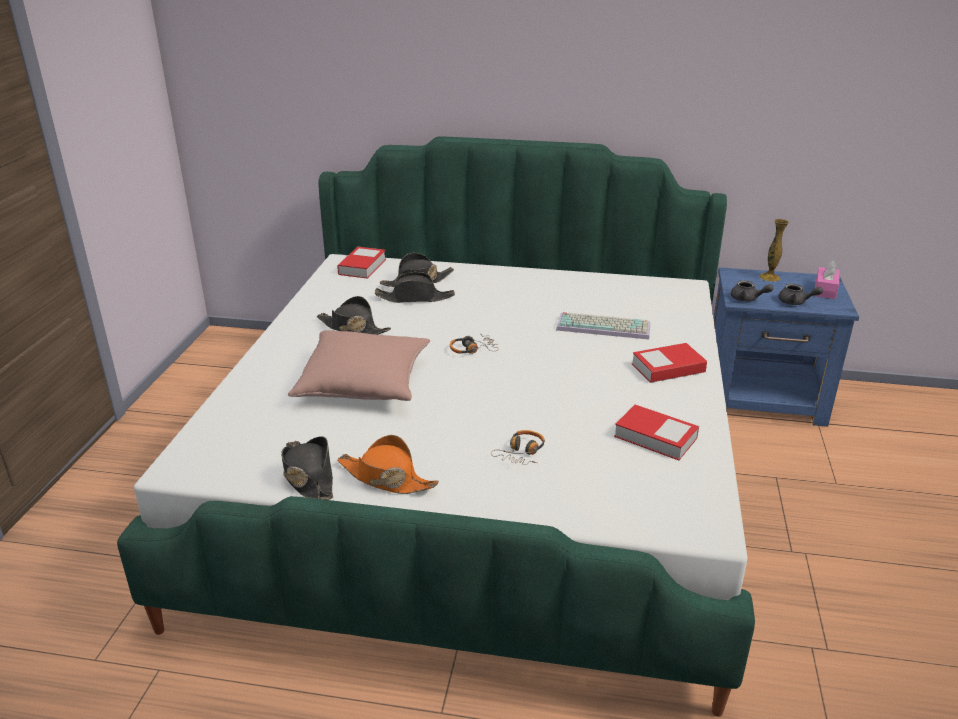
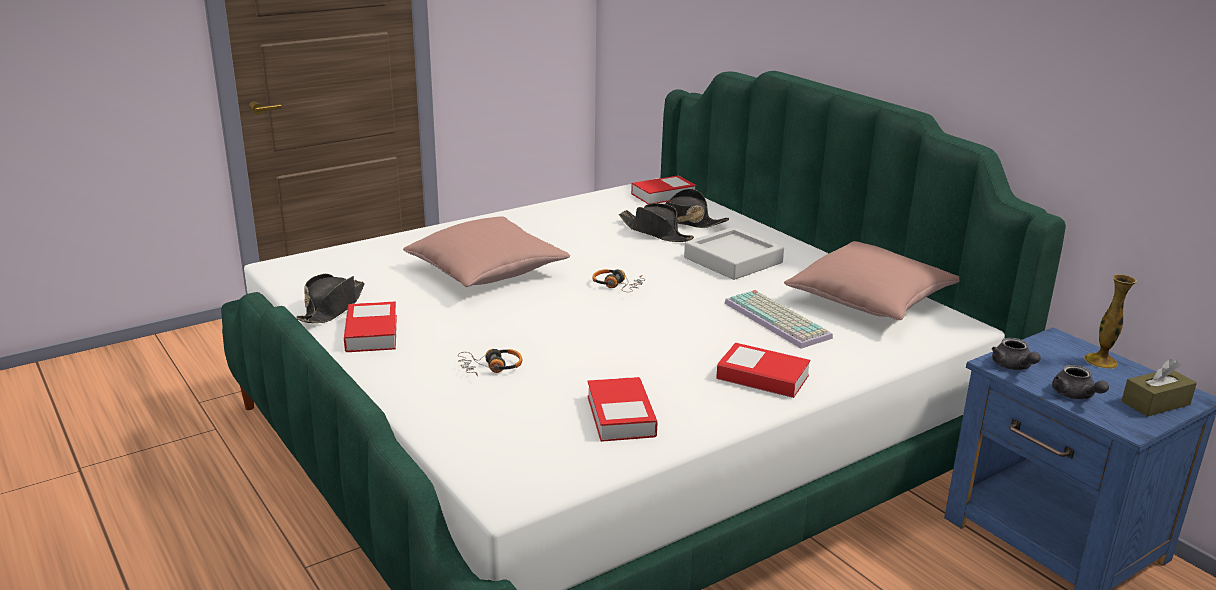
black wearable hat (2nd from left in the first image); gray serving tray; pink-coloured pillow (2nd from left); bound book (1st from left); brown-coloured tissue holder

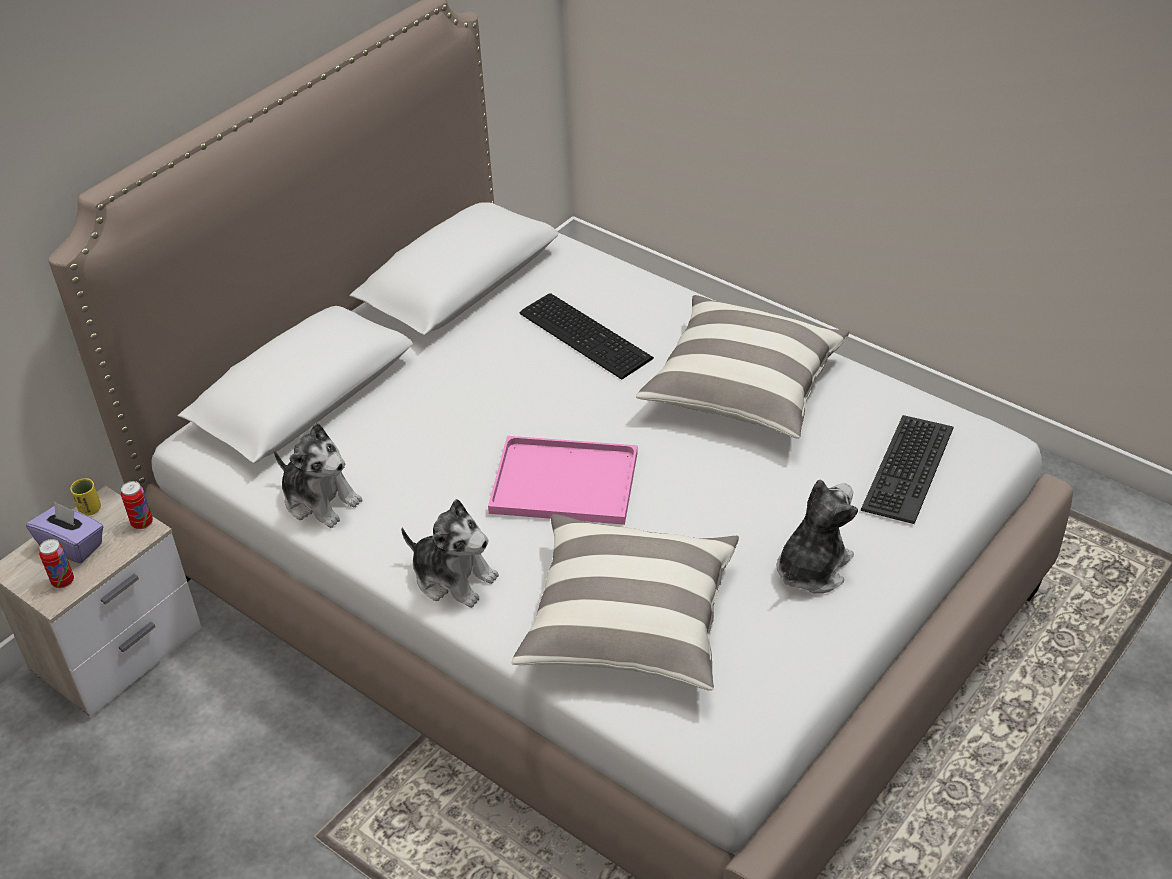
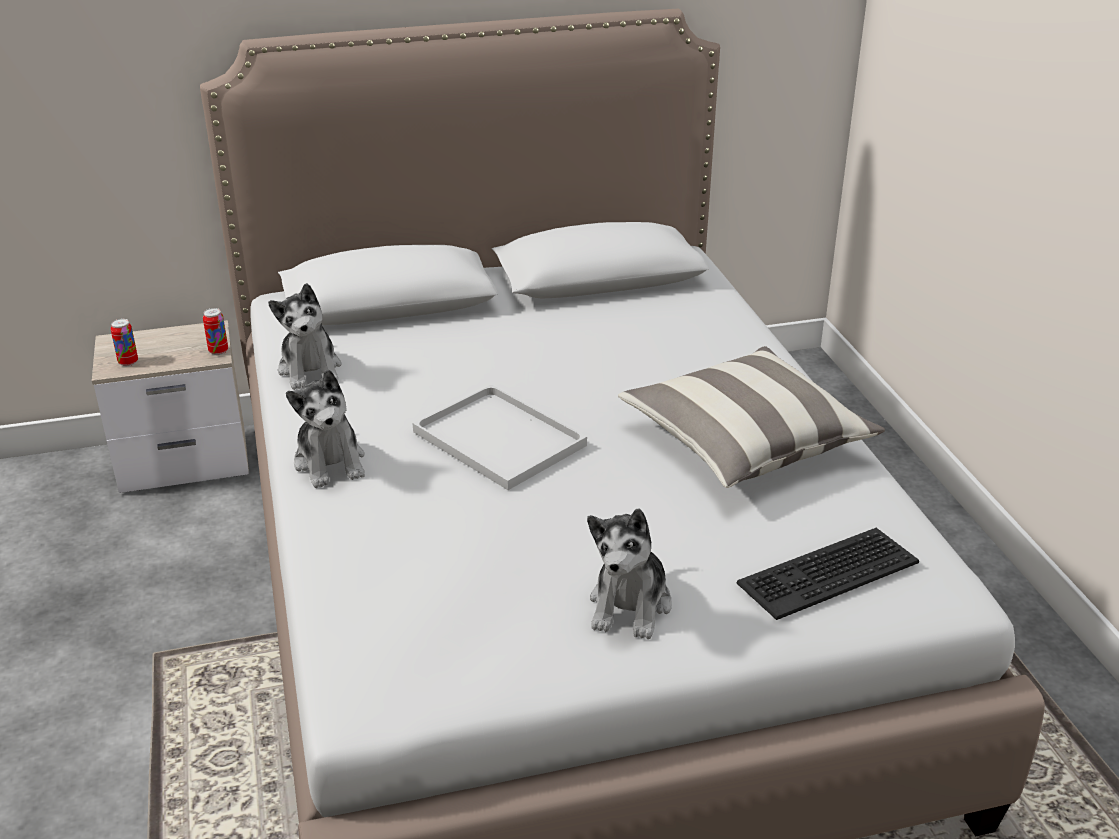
purple tissue holder; yellow-coloured small cup; pillow (1st from left in the first image); PC keyboard (1st from left in the first image); white-coloured serving tray; cuddly toy (3rd from left)

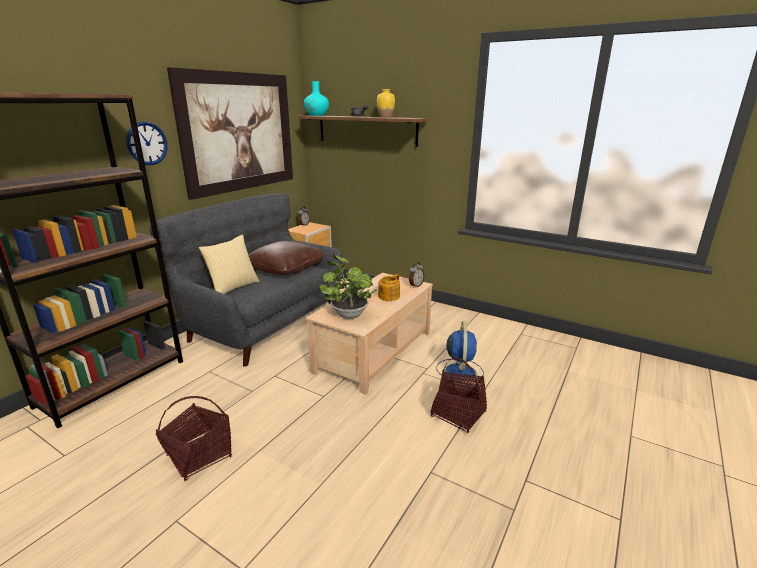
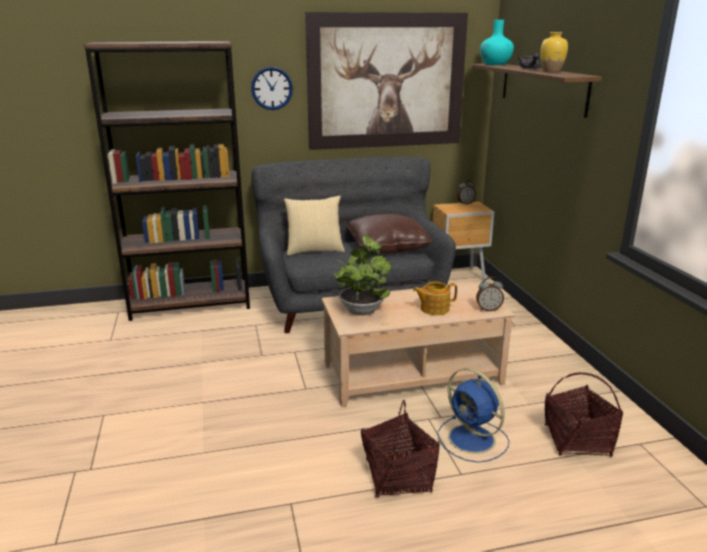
household basket (2nd from left); blue-coloured fan

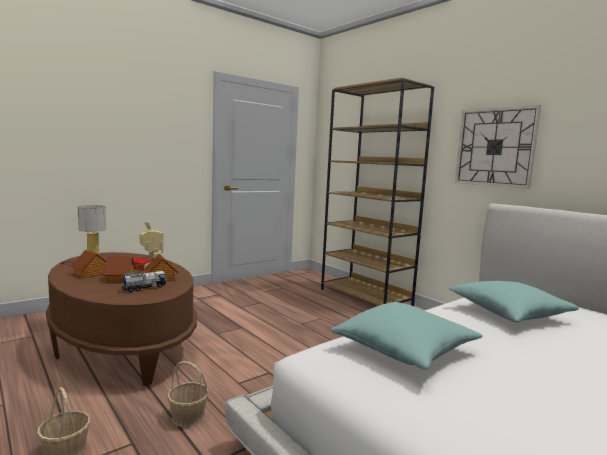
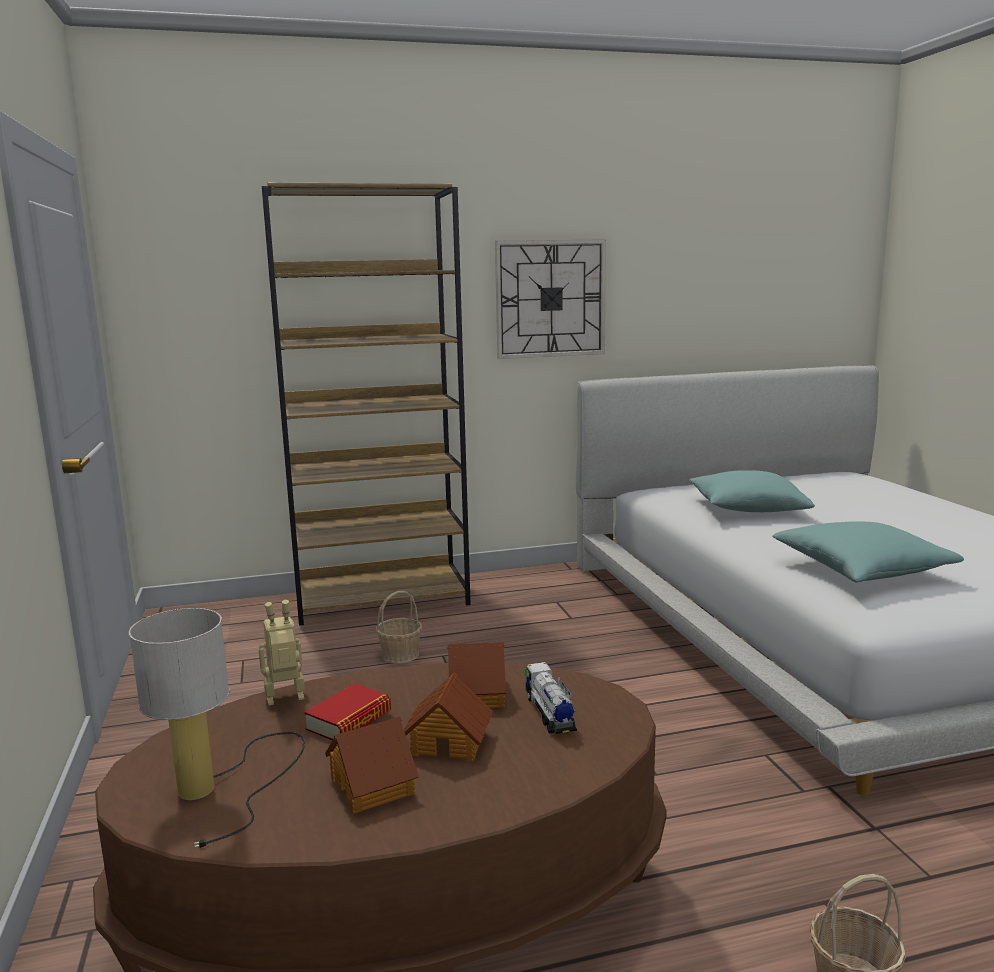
household basket (1st from left)

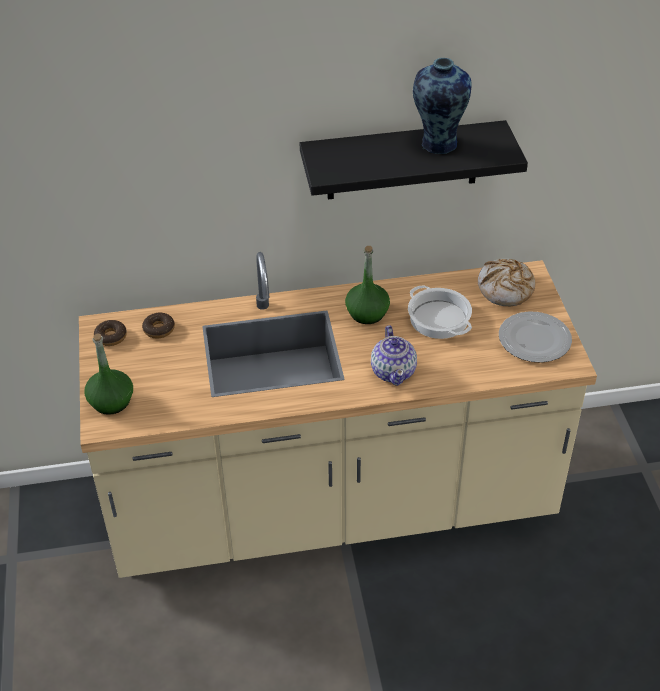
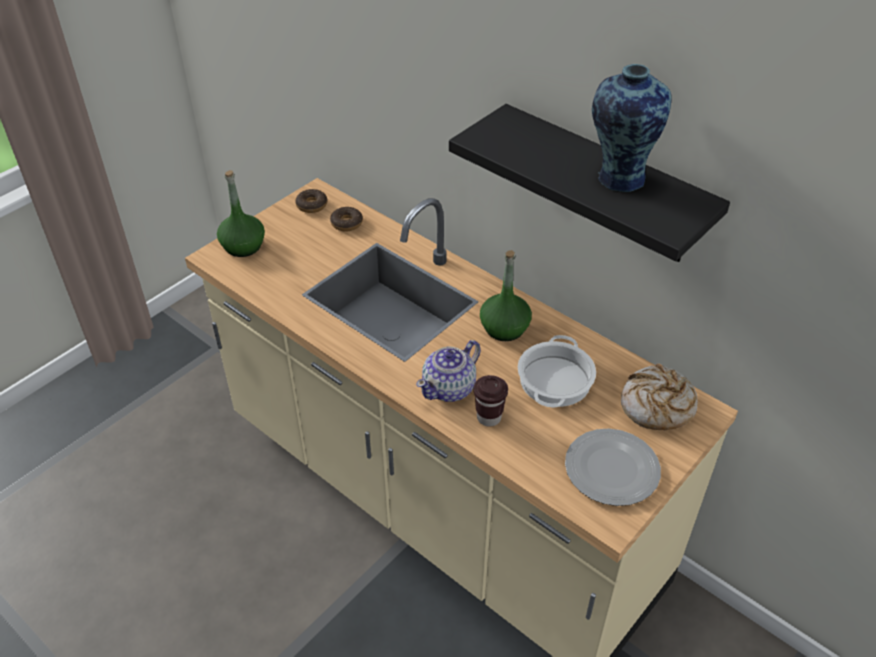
brown-coloured small cup

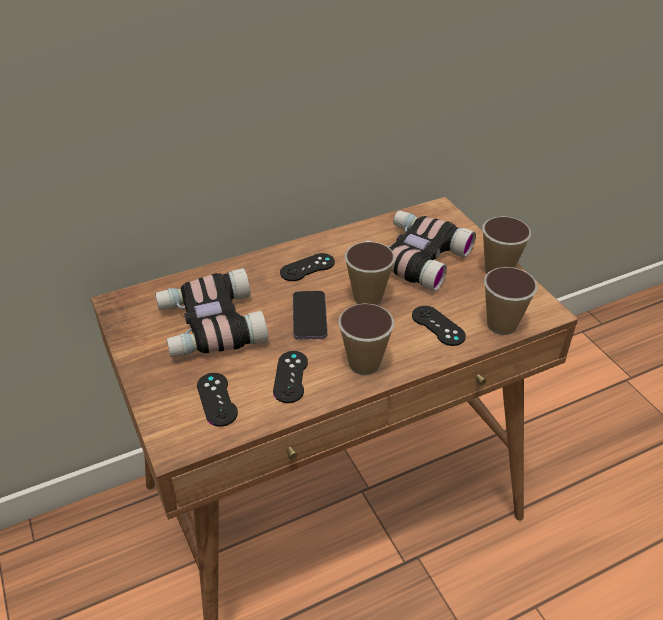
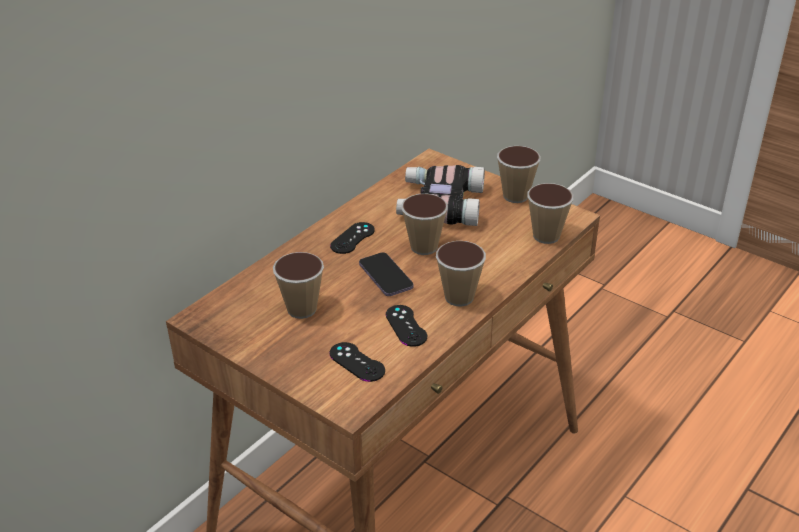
black joypad (4th from left in the first image); small cup (1st from left)

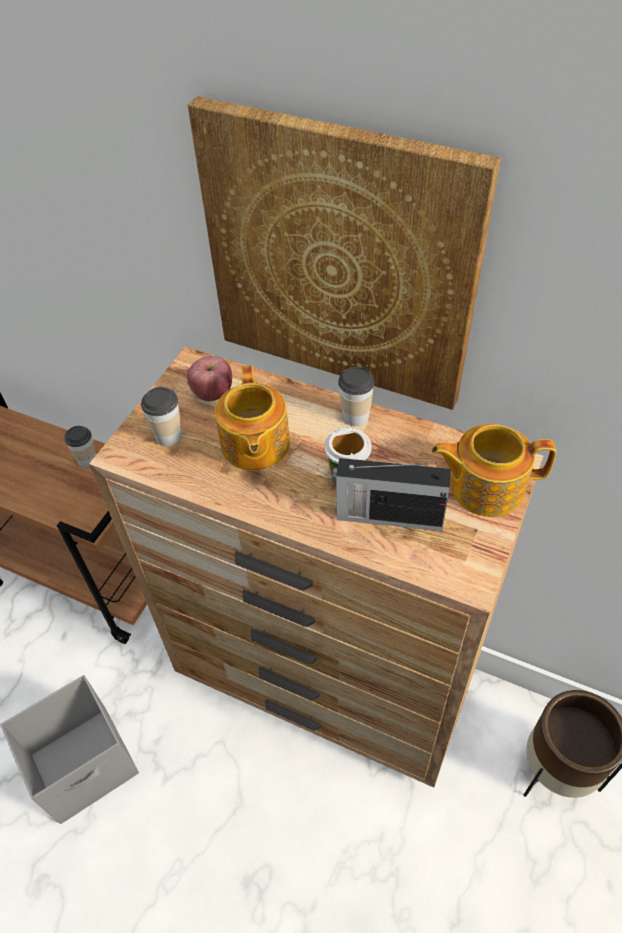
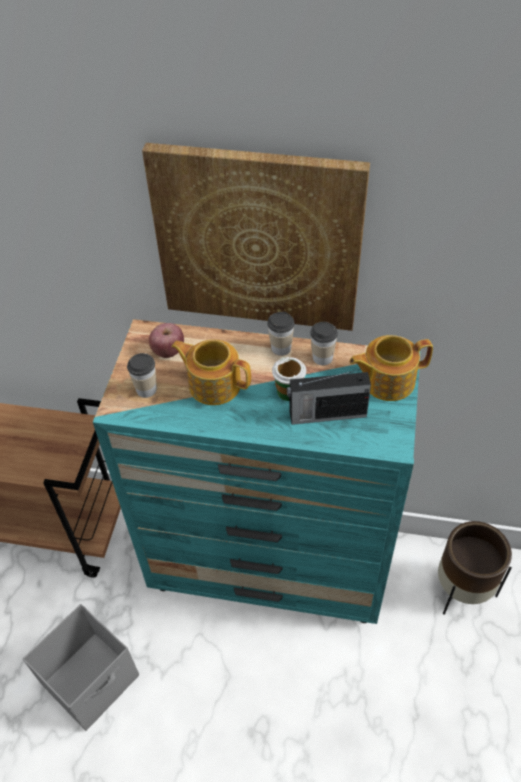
small cup (4th from left); turquoise drawer chest; teapot (1st from left)

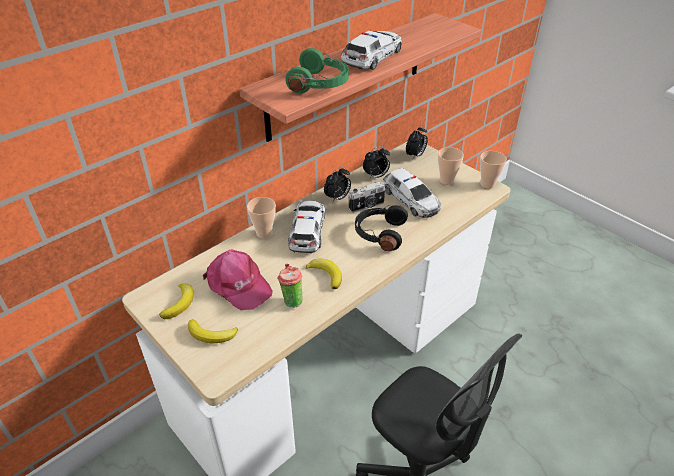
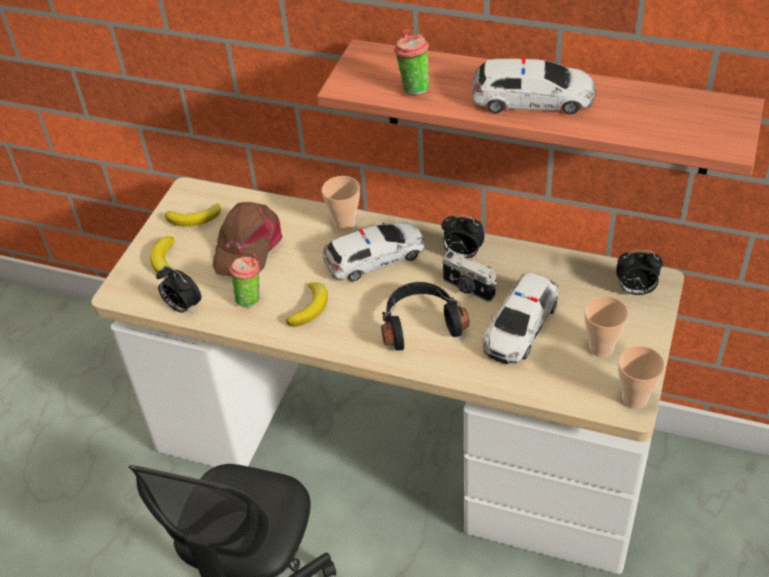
table clock (1st from left); small cup (3rd from left); brown-coloured baseball cap

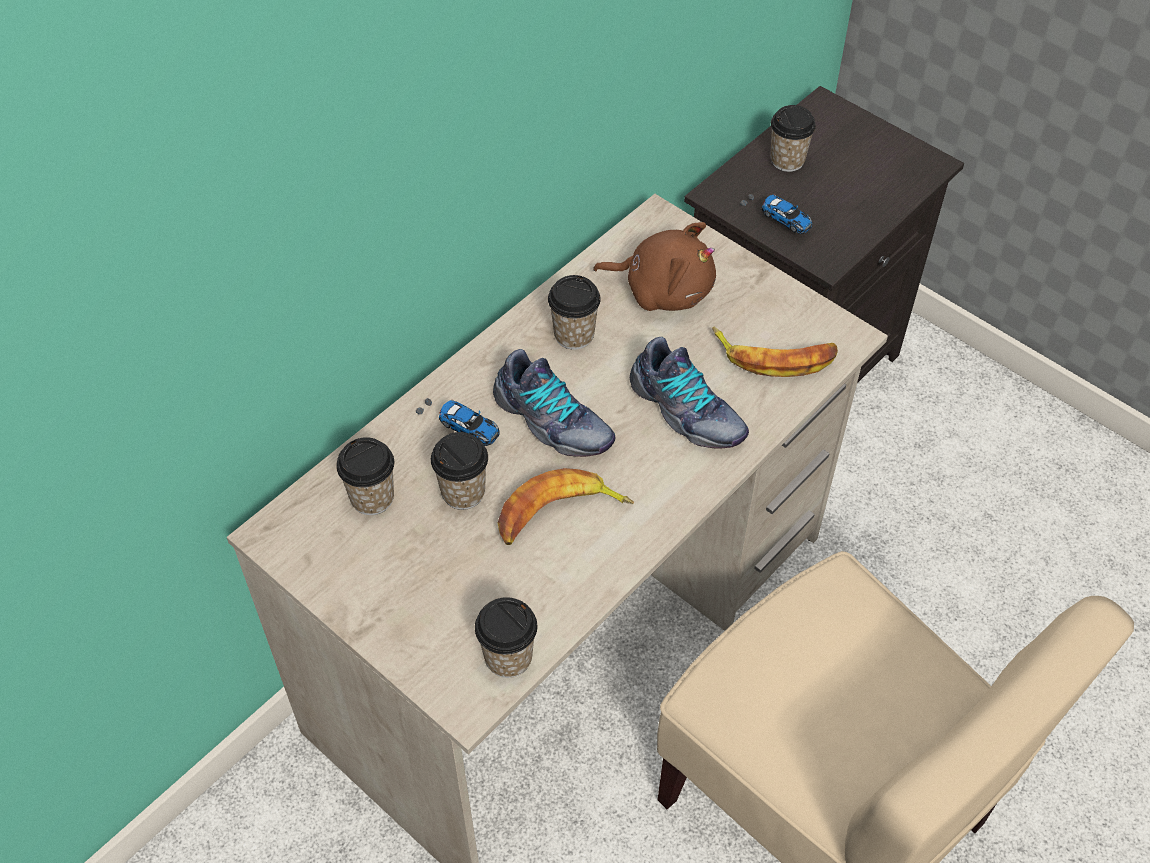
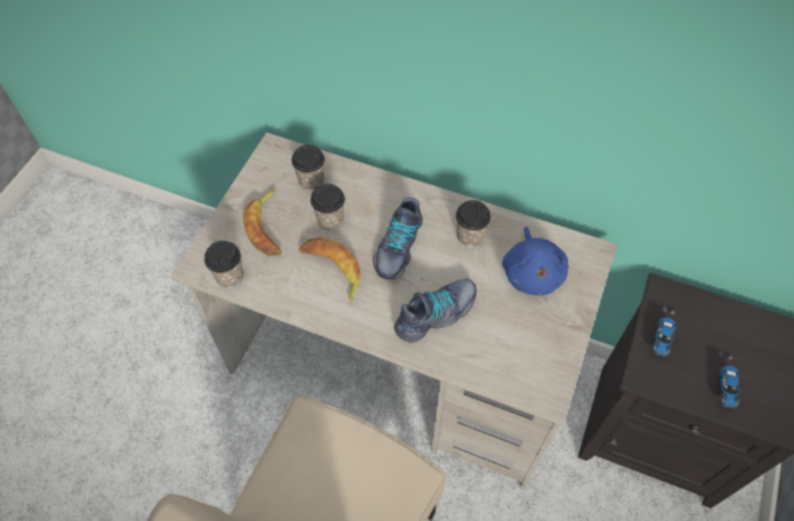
small cup (5th from left in the first image); miniature car (2nd from left); whole banana (1st from left); blue-coloured cuddly toy; low shoe (2nd from left)

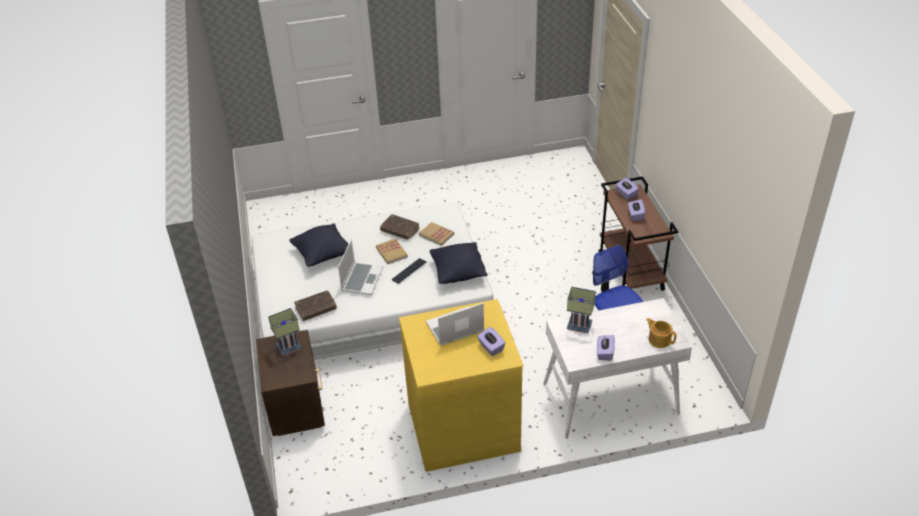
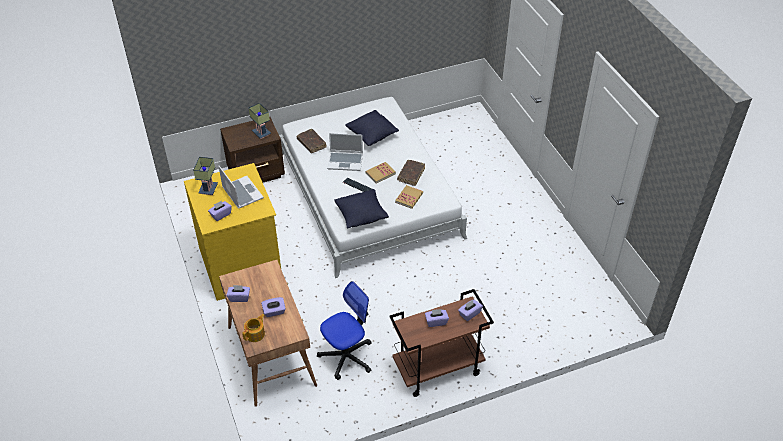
purple tissue holder (3rd from left); lamp for a table (1st from left); brown-coloured desk table

